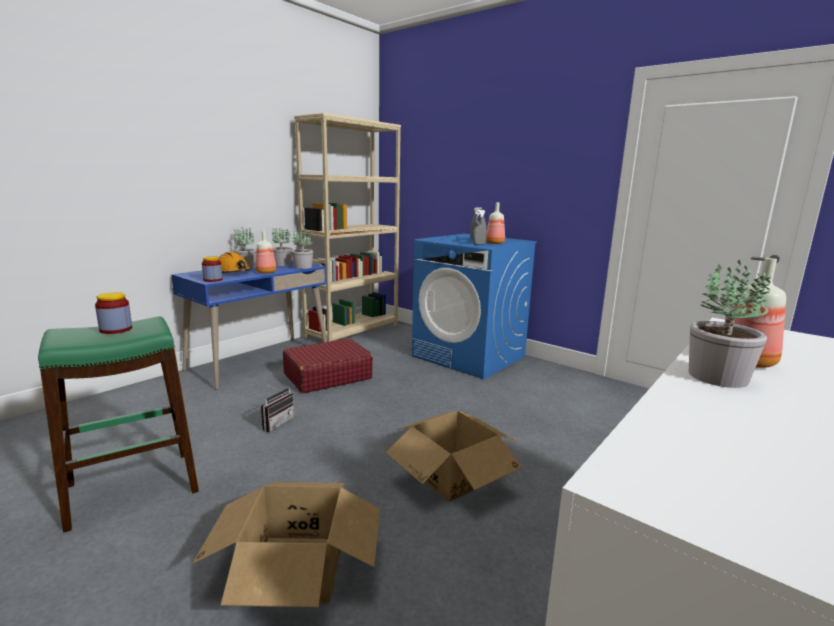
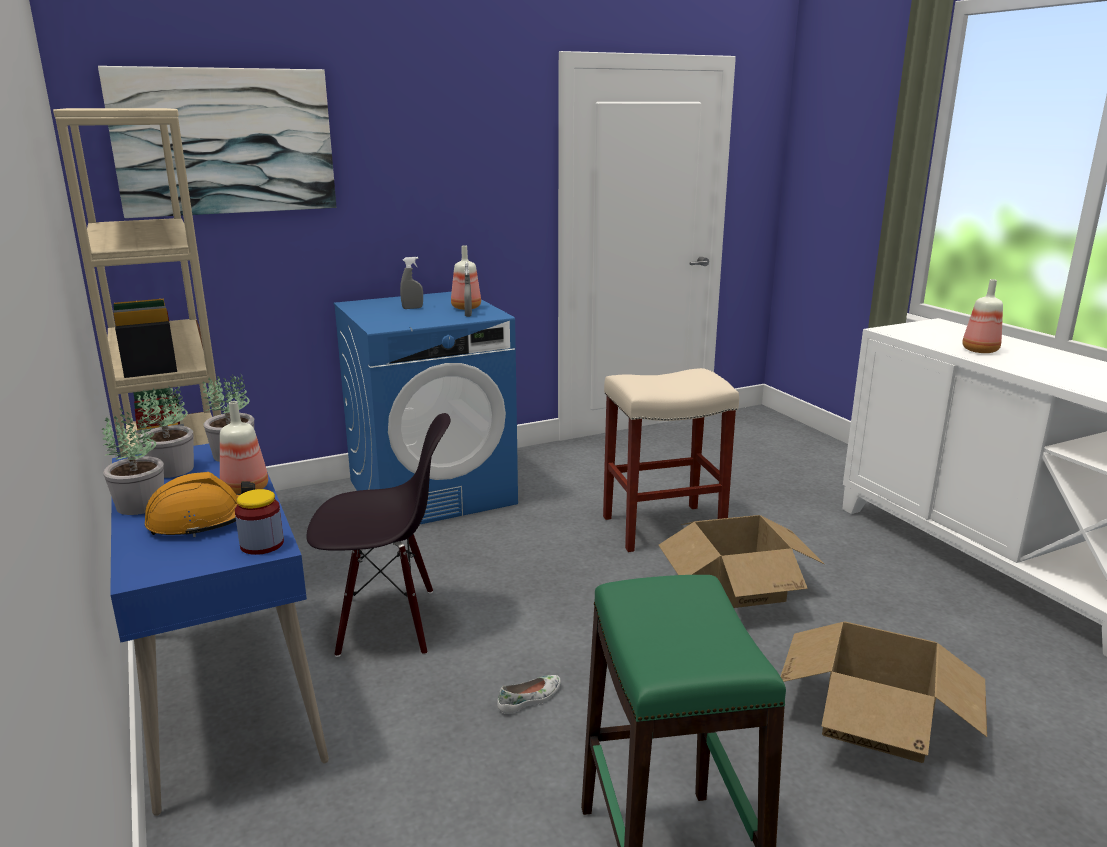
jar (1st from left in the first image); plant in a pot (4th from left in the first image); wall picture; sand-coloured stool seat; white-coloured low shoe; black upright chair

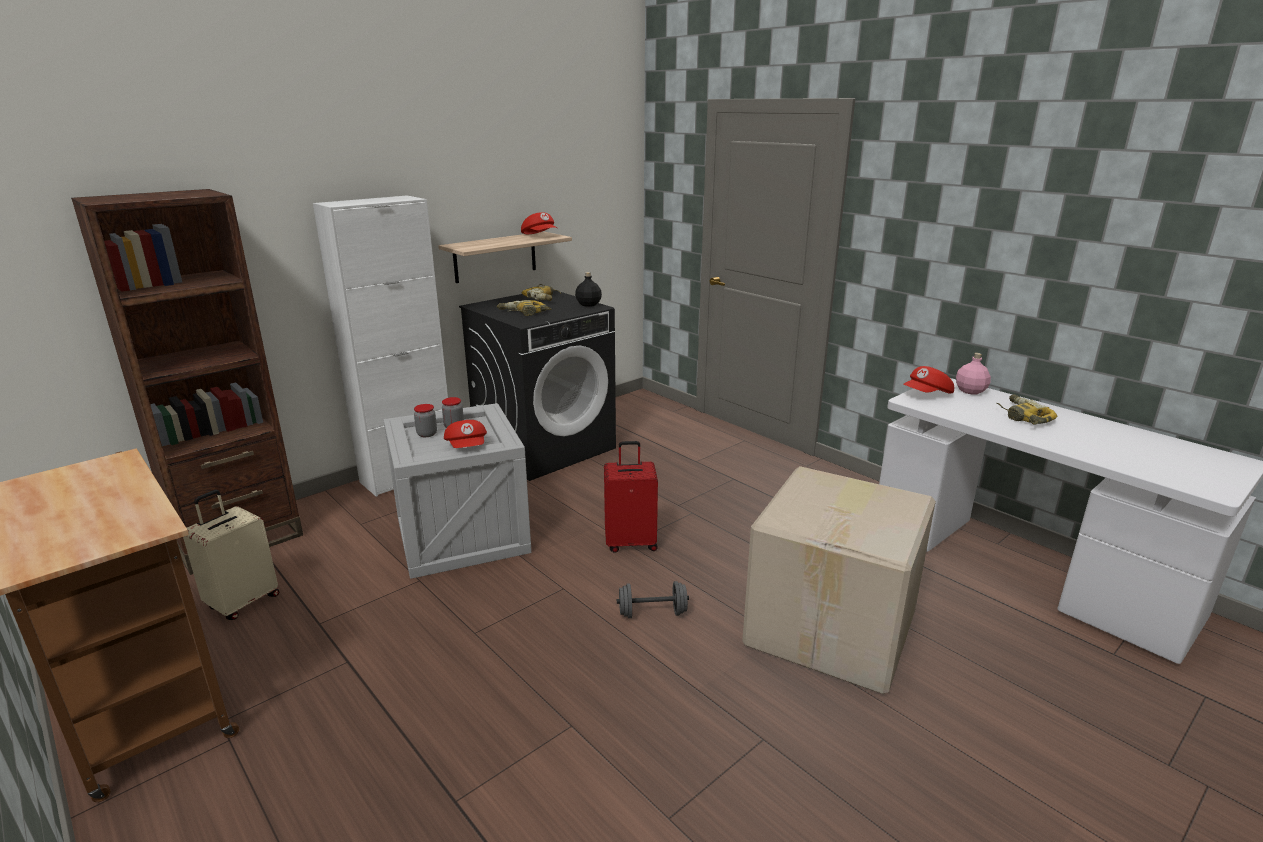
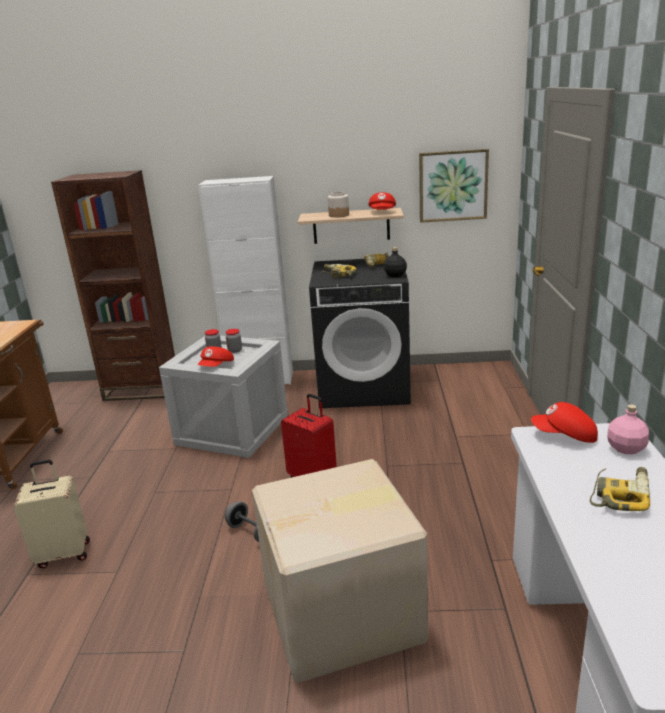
jar (3rd from left); wall picture; sand-coloured piece of luggage

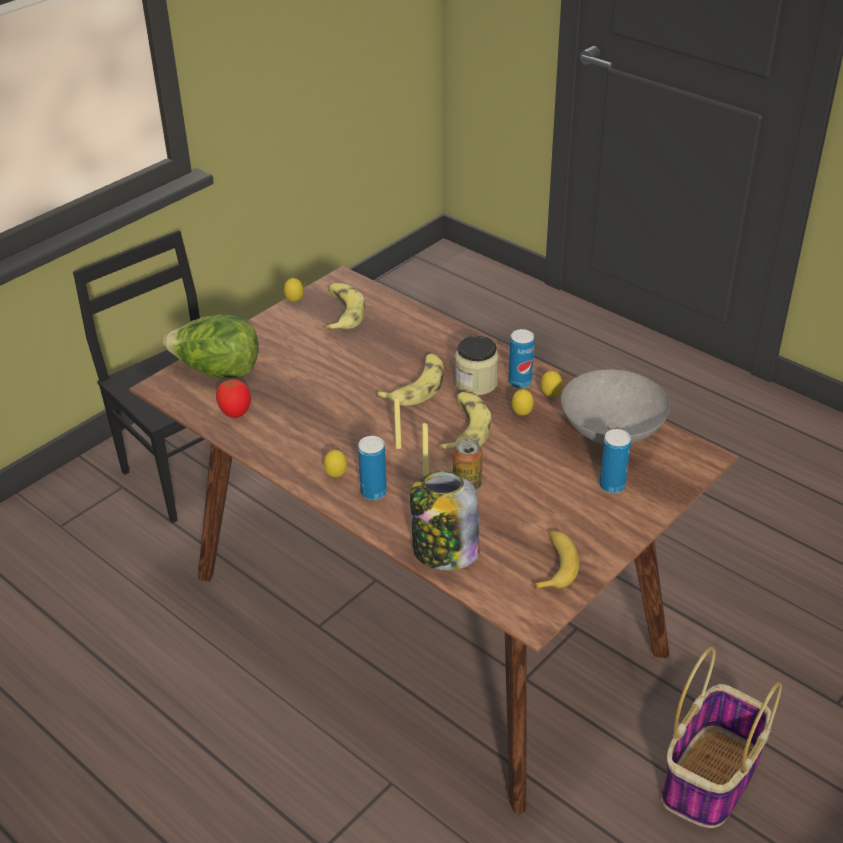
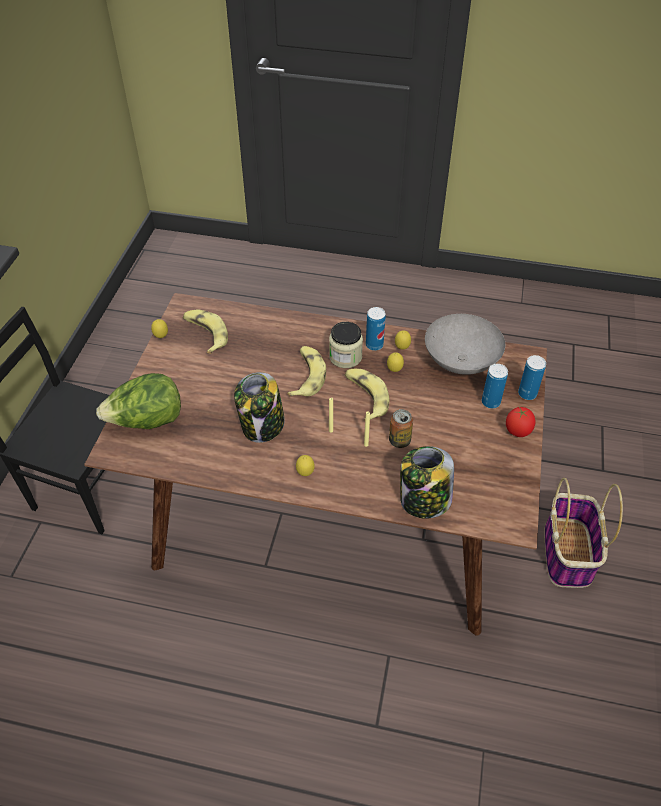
whole banana (4th from left in the first image); jar (1st from left); whole tomato; can (4th from left)

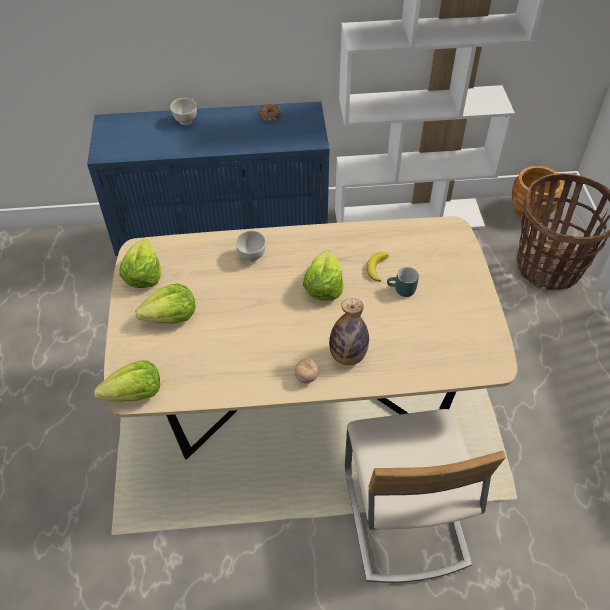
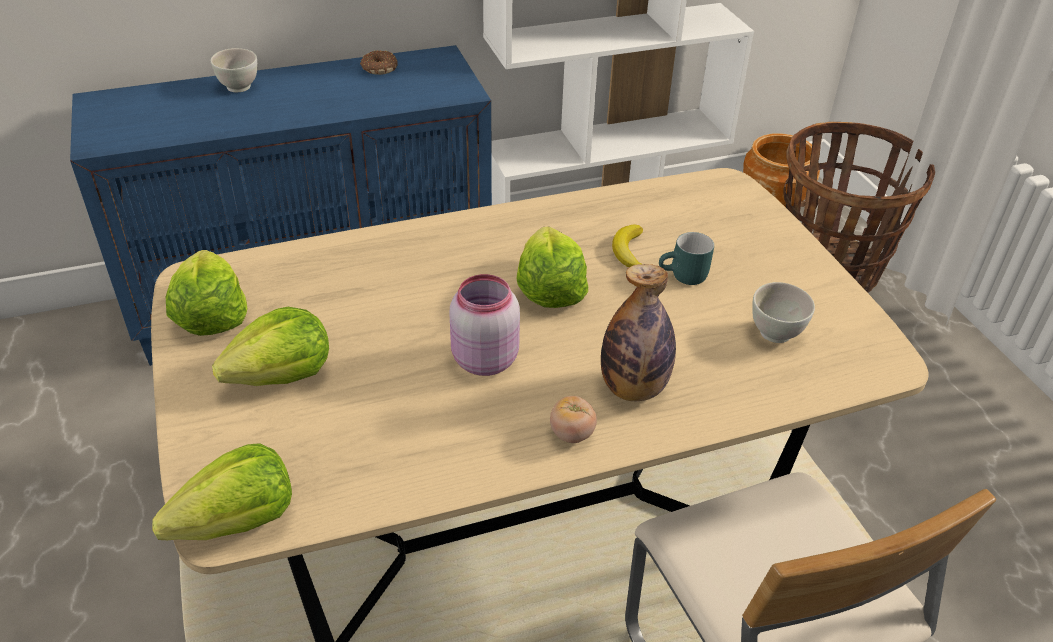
pink-coloured jar; white-coloured serving bowl (2nd from left)

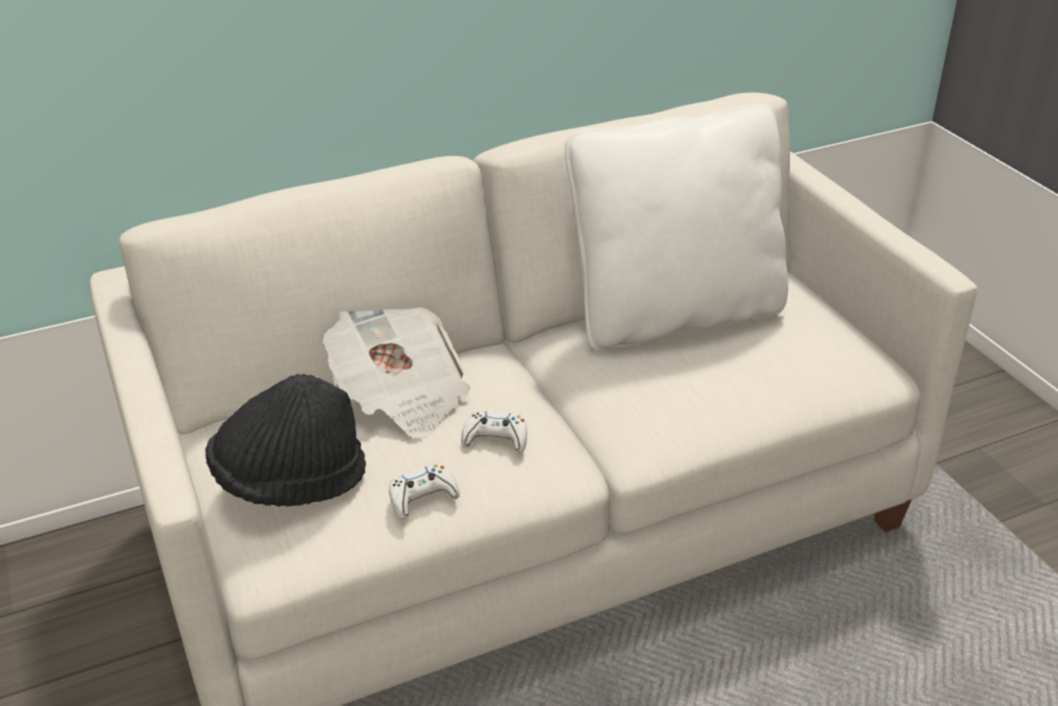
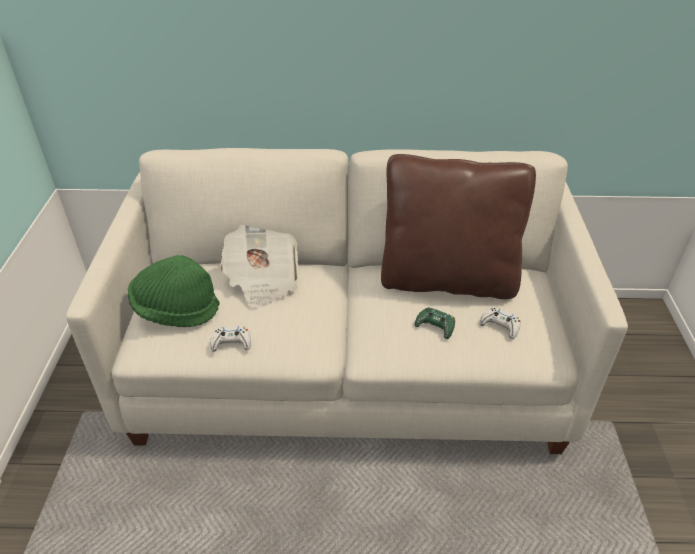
green-coloured joypad; white-coloured joypad (2nd from left); green-coloured wearable hat; brown-coloured pillow

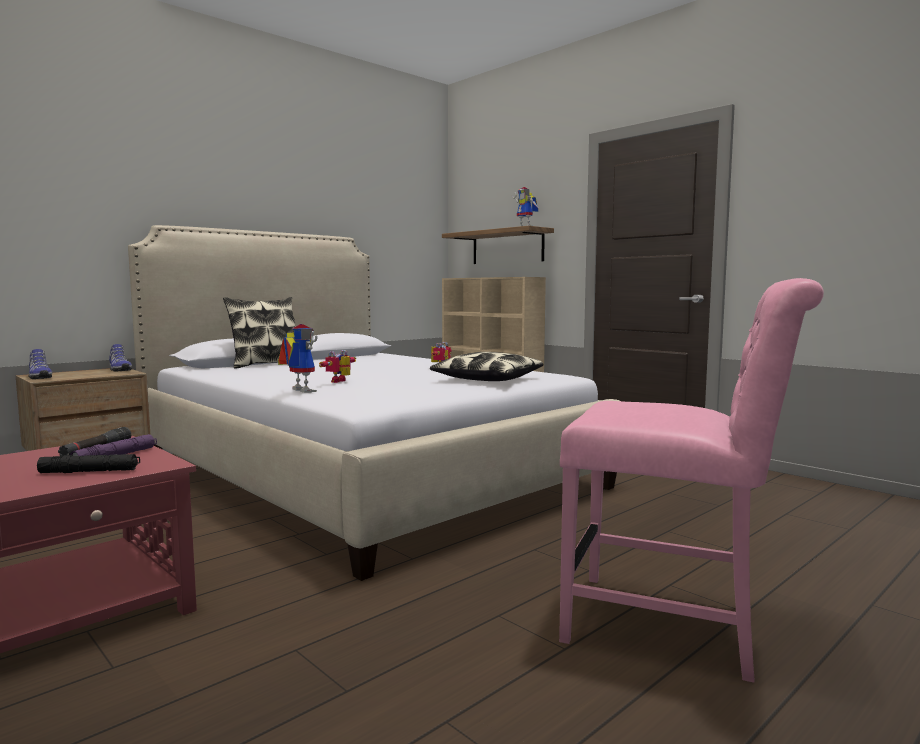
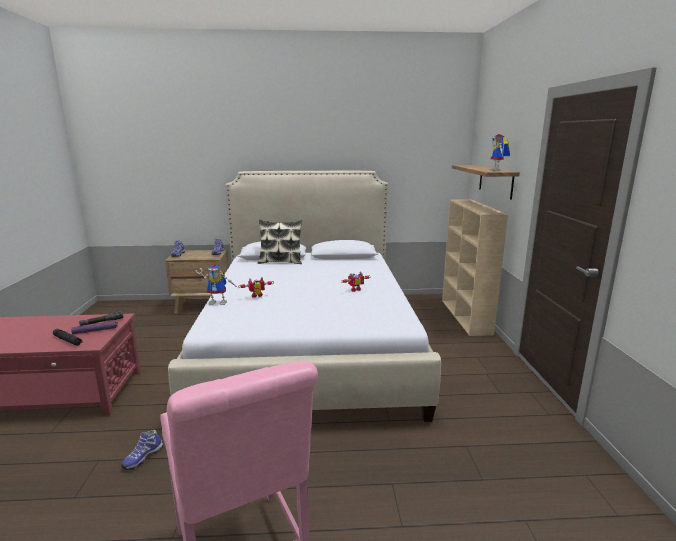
pillow (2nd from left in the first image); low shoe (1st from left); robot figure (1st from left)

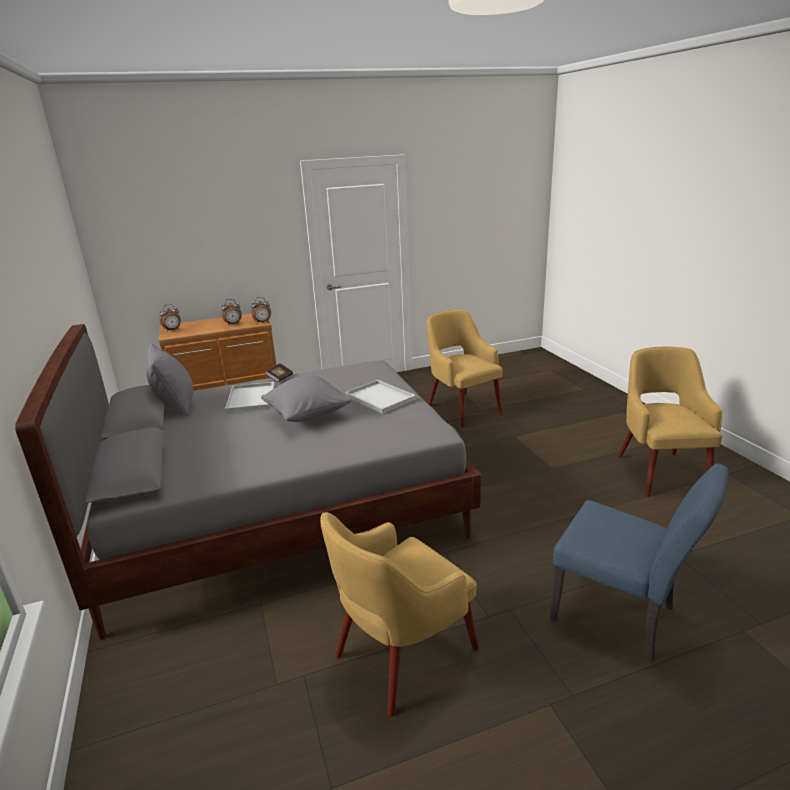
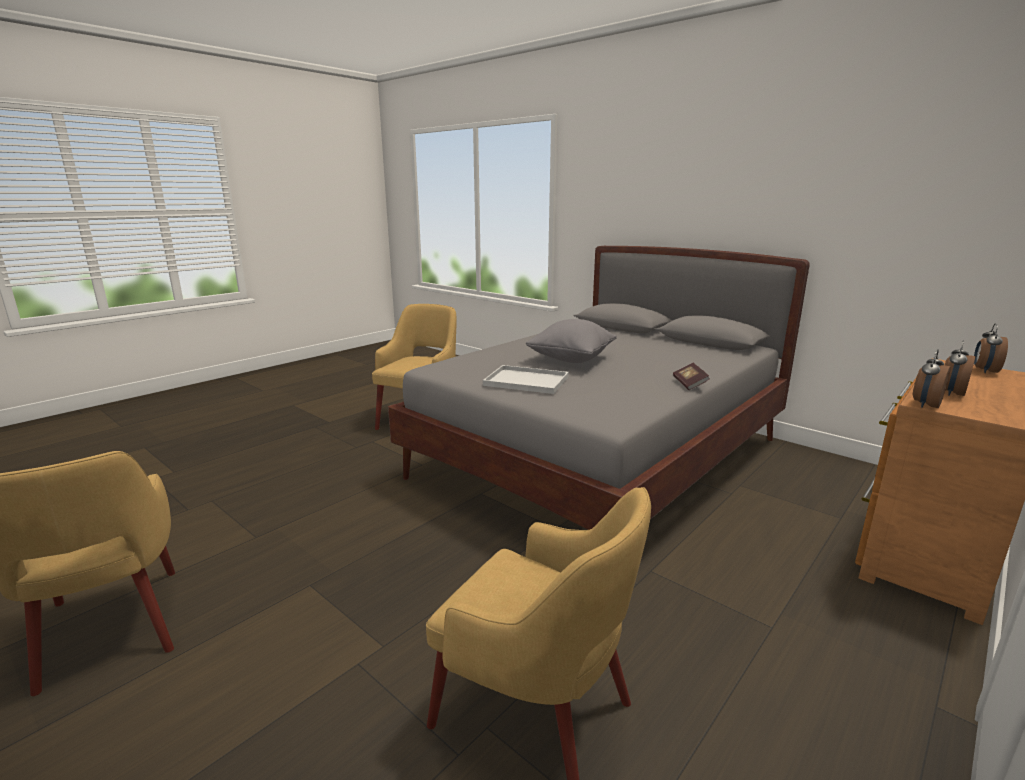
gray pillow (1st from left in the first image); white-coloured serving tray (1st from left in the first image); blue-coloured upright chair

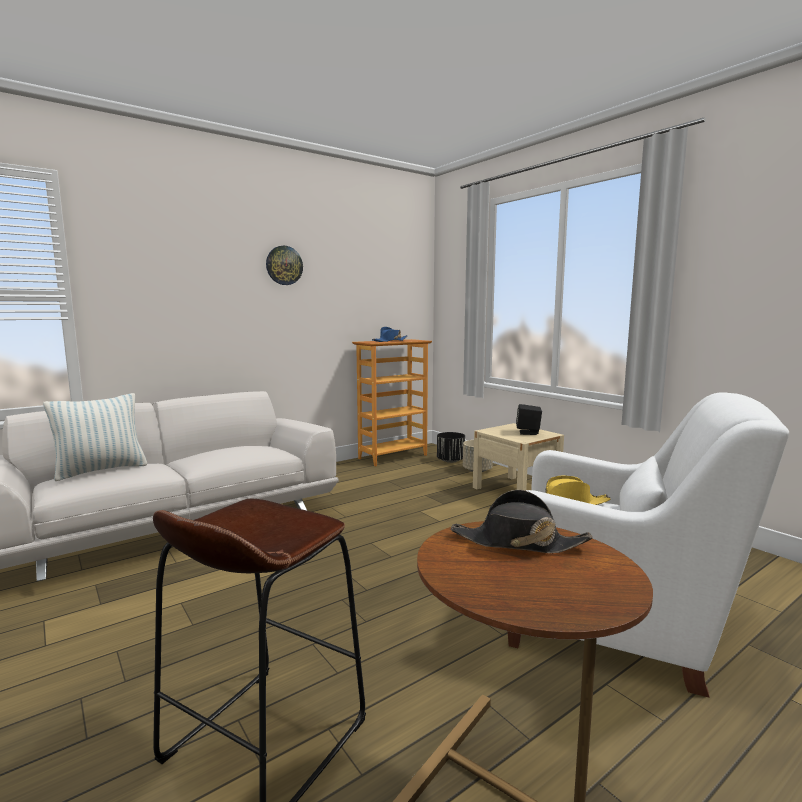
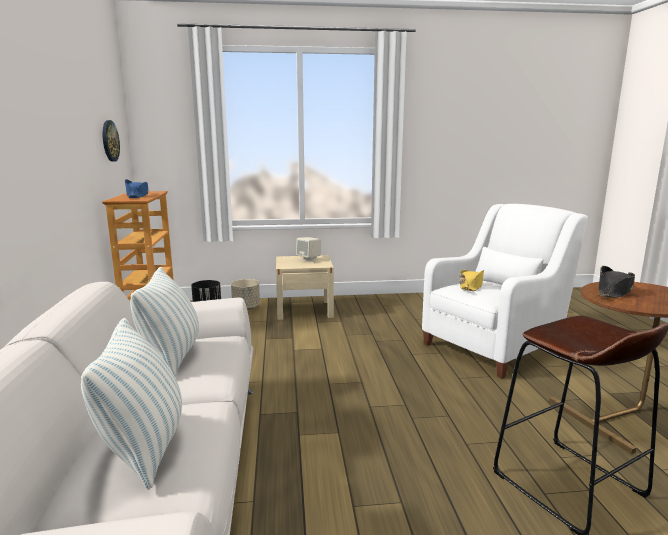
pillow (2nd from left); clock on the wall; sand-coloured audio speaker

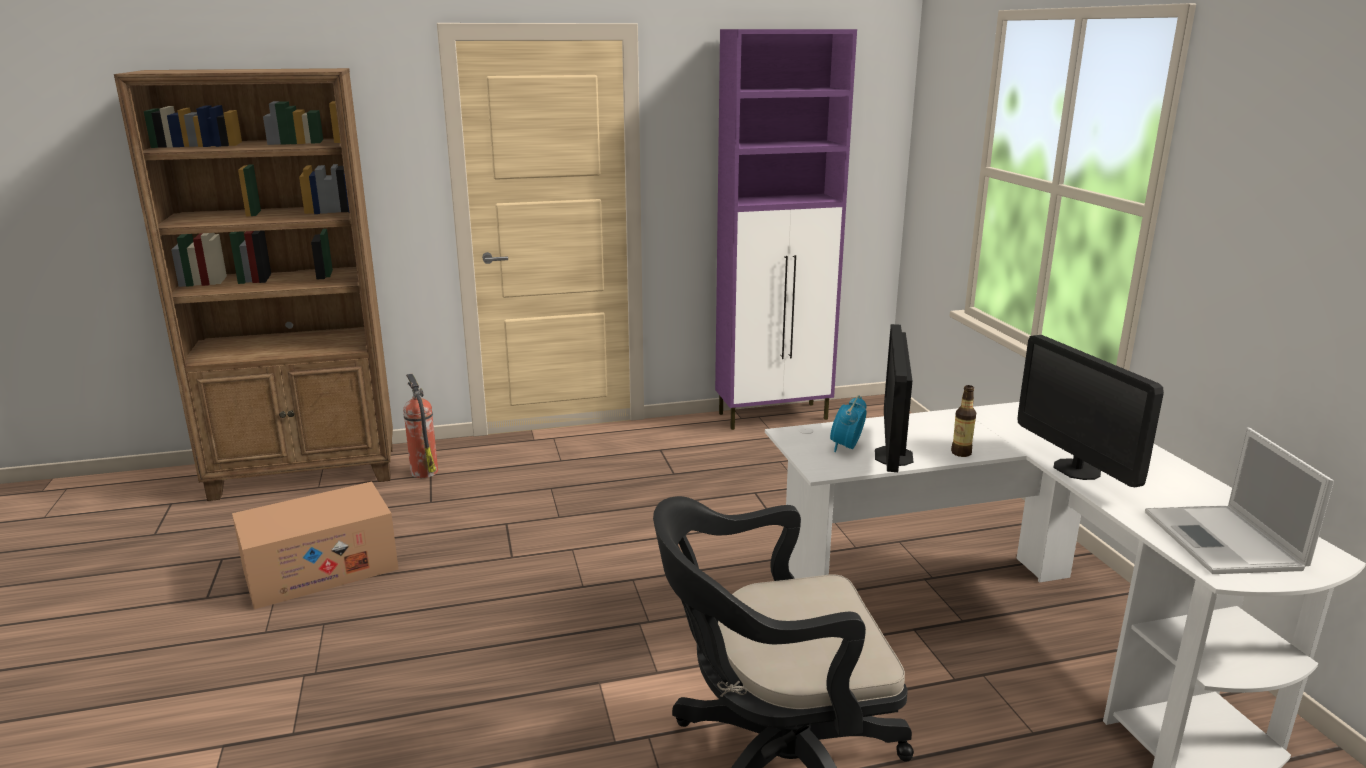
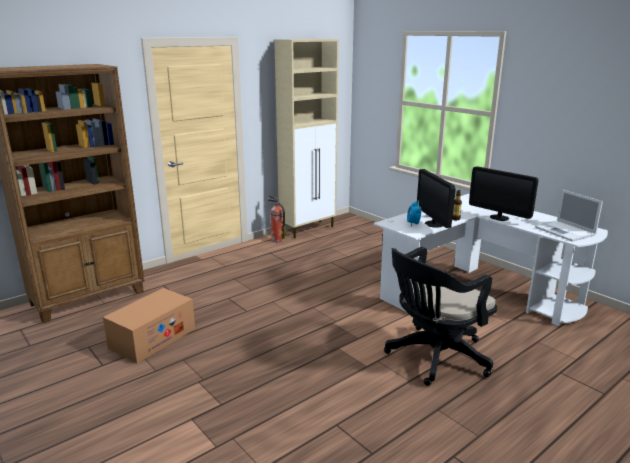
fire-fighting cylinder; sand-coloured storage cabinet

